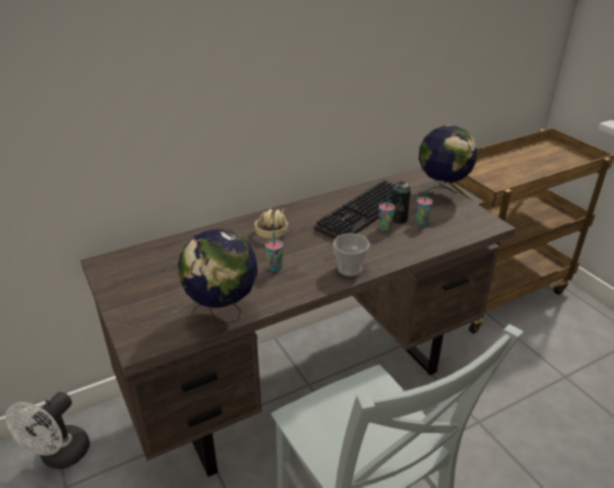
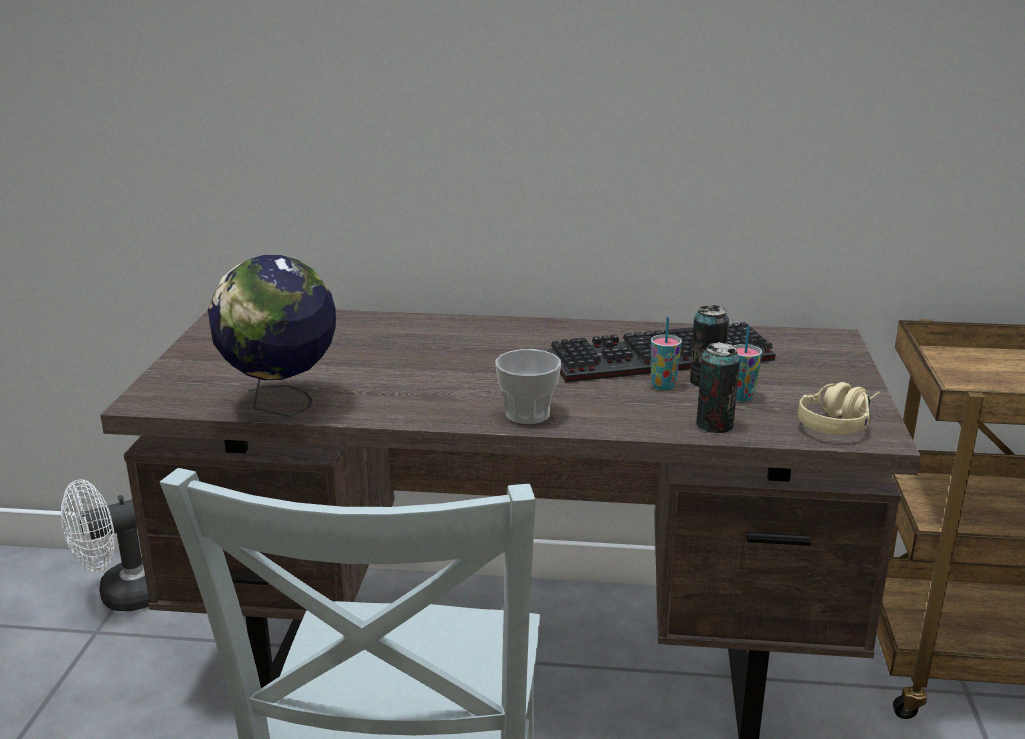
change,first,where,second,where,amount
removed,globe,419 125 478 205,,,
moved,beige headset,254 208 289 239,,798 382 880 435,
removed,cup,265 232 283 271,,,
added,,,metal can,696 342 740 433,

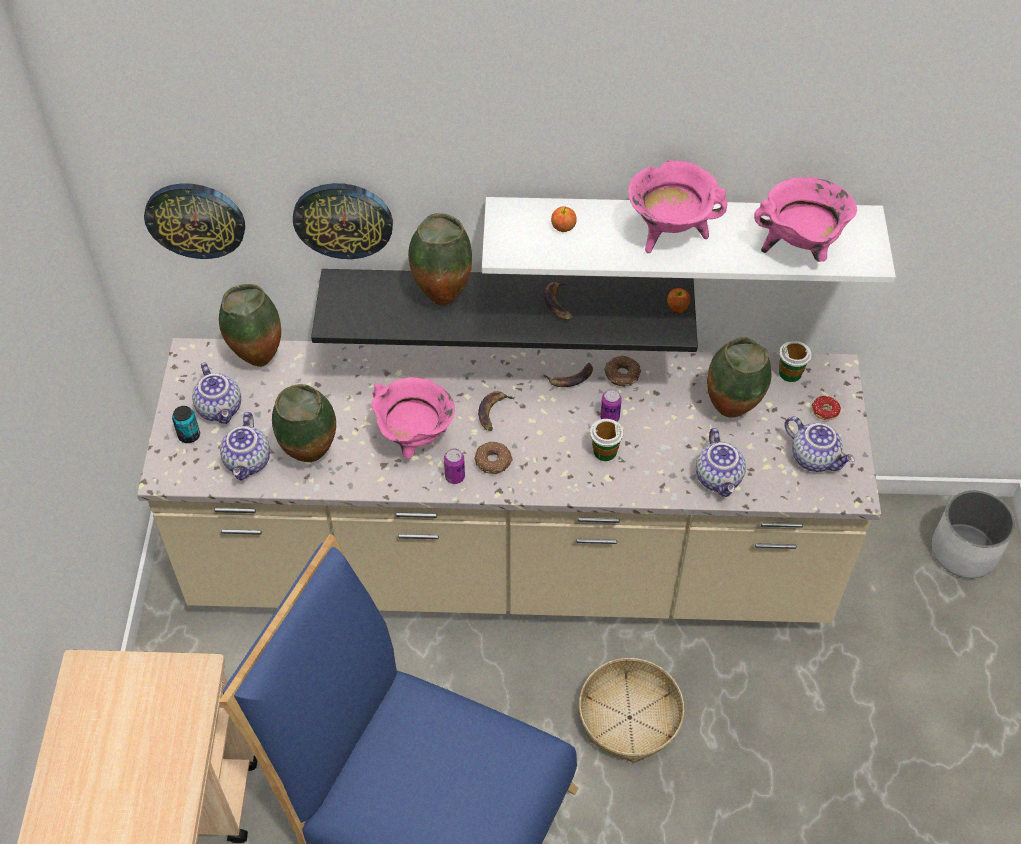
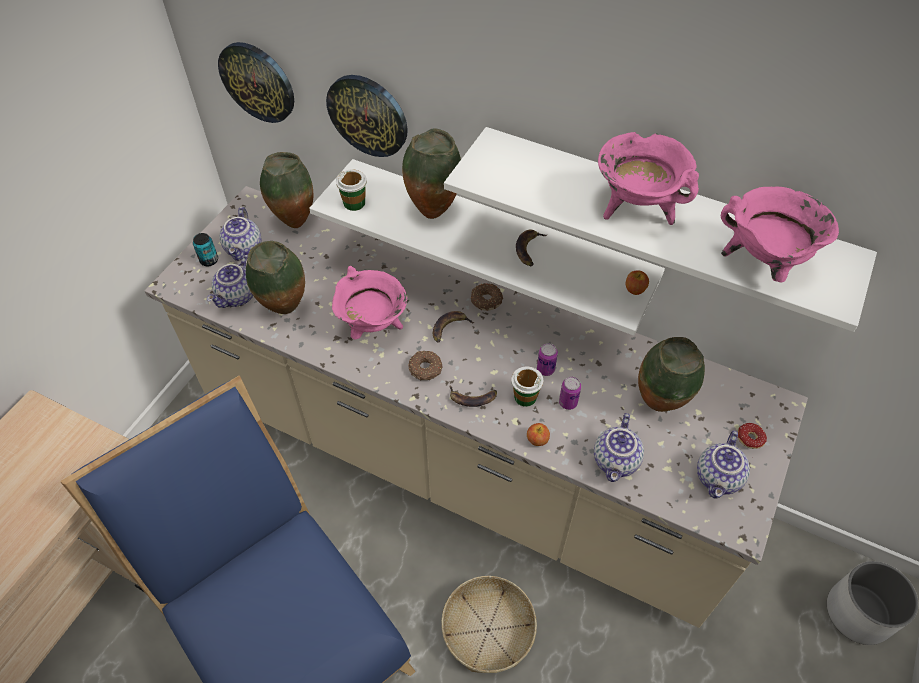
change,first,where,second,where,amount
moved,apple,551 206 577 232,,527 423 550 446,
recoloured,blackish shelf,311 269 698 352,whitish shelf,309 159 665 336,
moved,cup,779 341 812 382,,336 169 367 211,
moved,doughnut,604 356 641 387,,471 283 503 311,
moved,banana,543 363 593 387,,450 385 497 407,
turned,tea pot,784 416 855 472,,697 430 750 499,45 degrees clockwise
moved,metal can,444 448 465 484,,559 377 581 410,

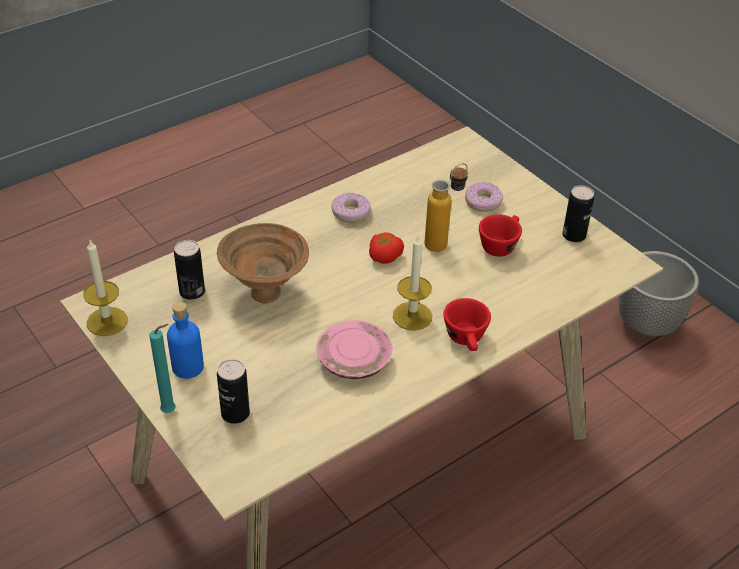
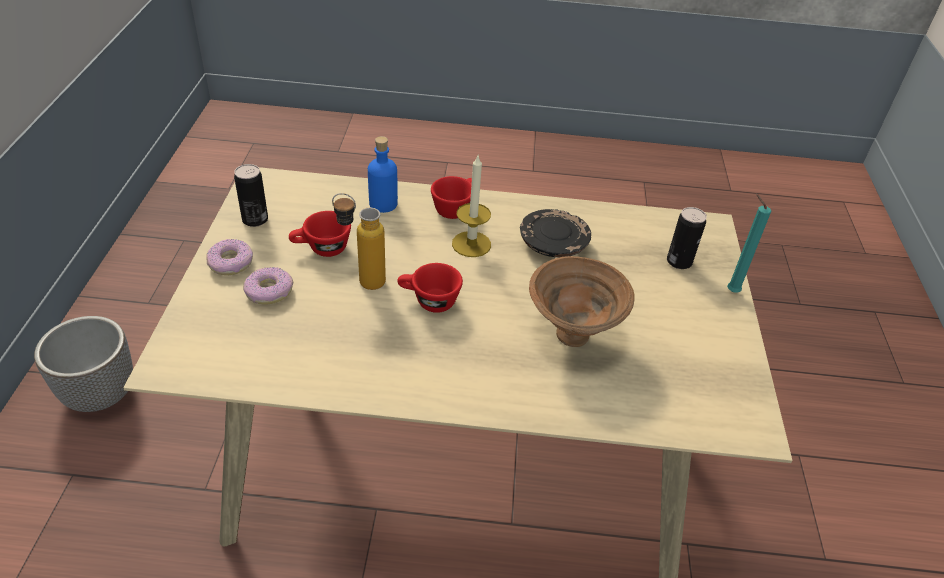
change,first,where,second,where,amount
moved,doughnut,331 193 371 223,,206 239 253 275,
replaced,fresh tomato,369 233 404 264,reddish cup,397 263 463 313,
removed,wax candle,83 240 127 336,,,
removed,metal can,174 240 205 300,,,
moved,blue-coloured drink bottle,167 302 204 379,,368 136 398 213,
recoloured,pink dinner plate,316 320 392 379,blackish dinner plate,520 209 591 257,

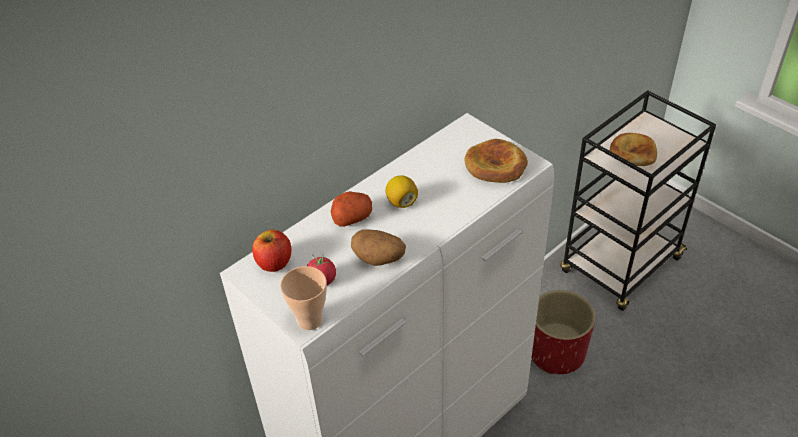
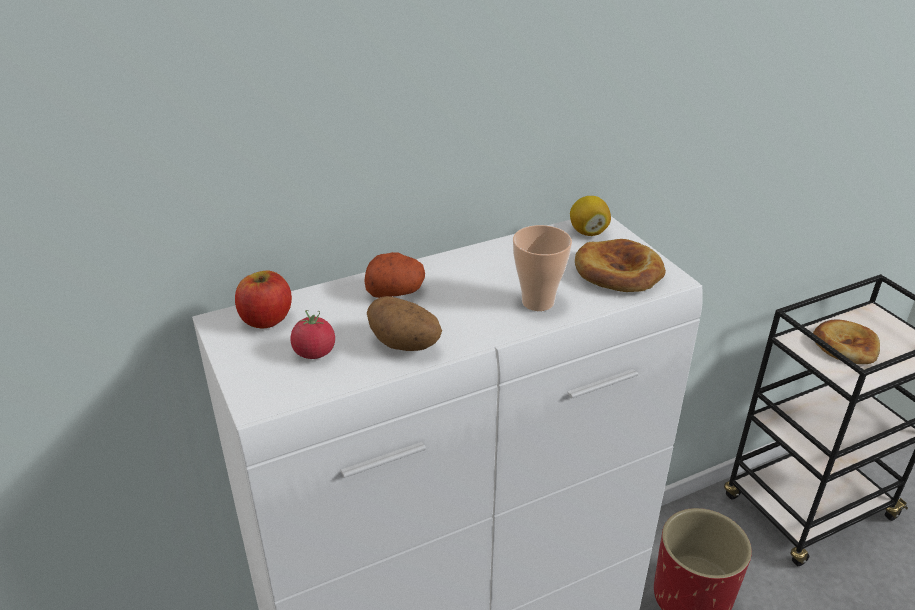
change,first,where,second,where,amount
moved,citrus fruit,385 175 418 208,,570 196 611 236,
moved,cup,280 266 327 330,,513 225 572 311,

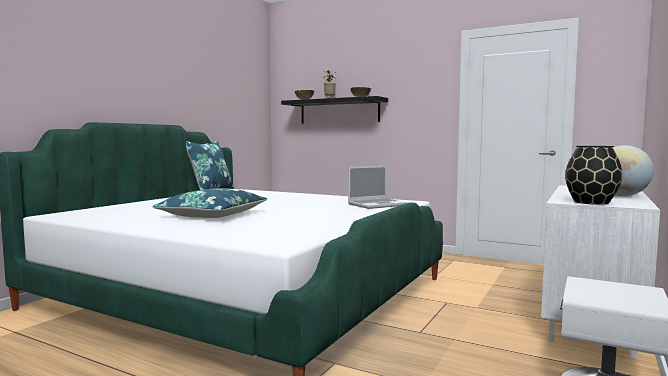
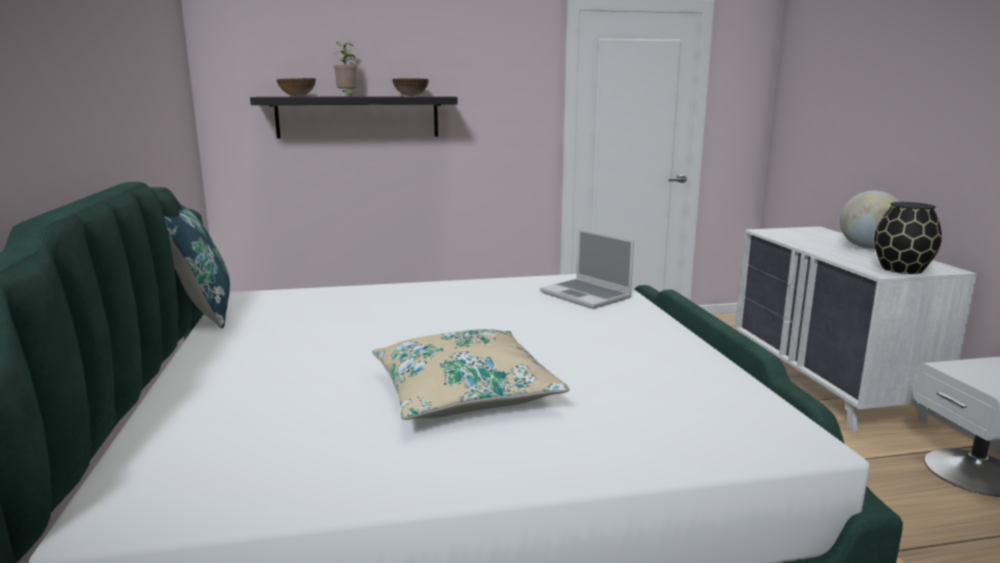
change,first,where,second,where,amount
turned,notebook computer,348 166 407 209,,540 229 634 309,120 degrees clockwise
recoloured,blue-coloured throw pillow,153 188 267 218,beige throw pillow,372 329 569 420,

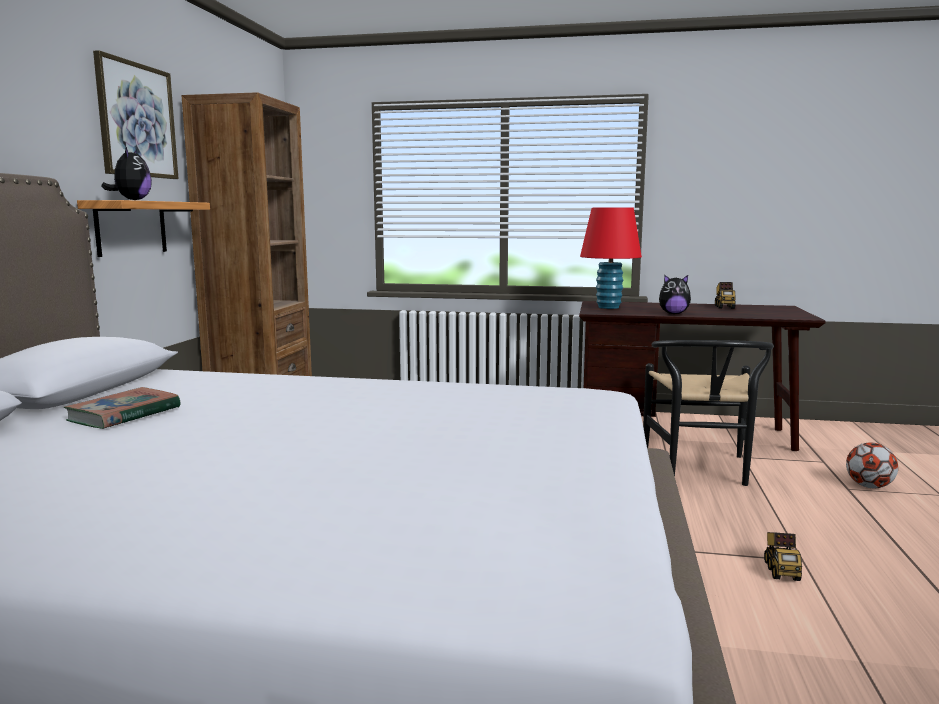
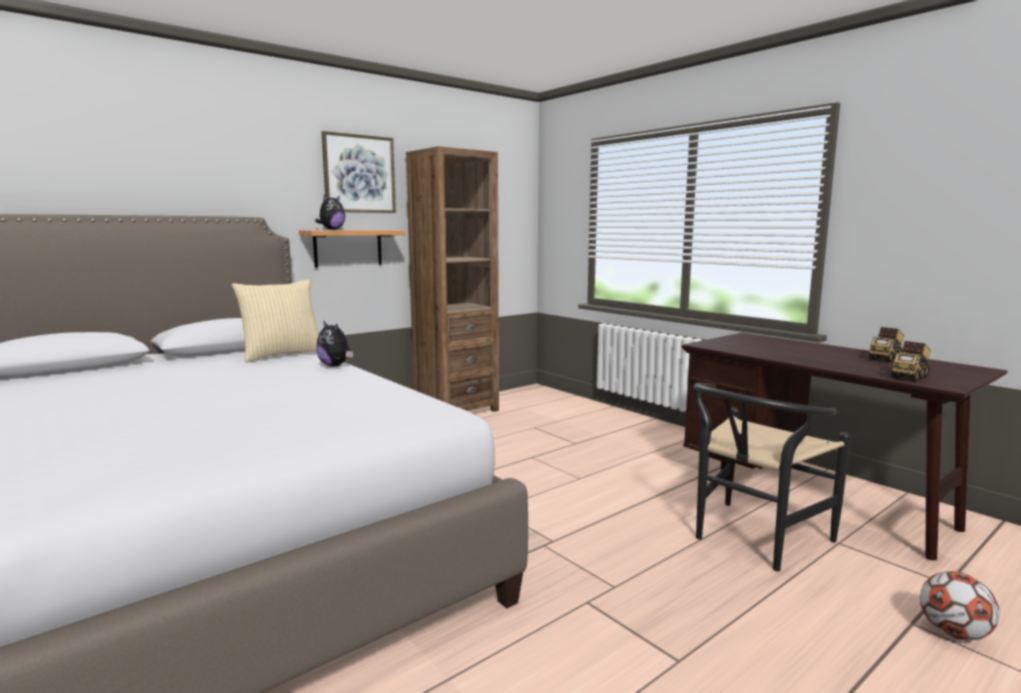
change,first,where,second,where,amount
removed,reddish lamp for a table,580 207 642 309,,,
moved,soft toy,659 275 691 314,,316 321 353 367,
removed,volume,64 387 181 429,,,
moved,model truck,764 532 802 581,,892 341 931 381,
added,,,throw pillow,232 279 319 362,

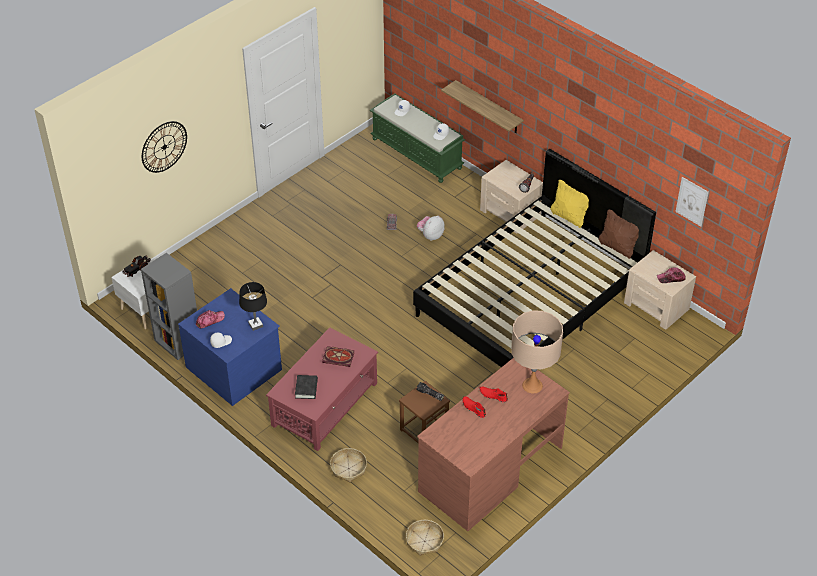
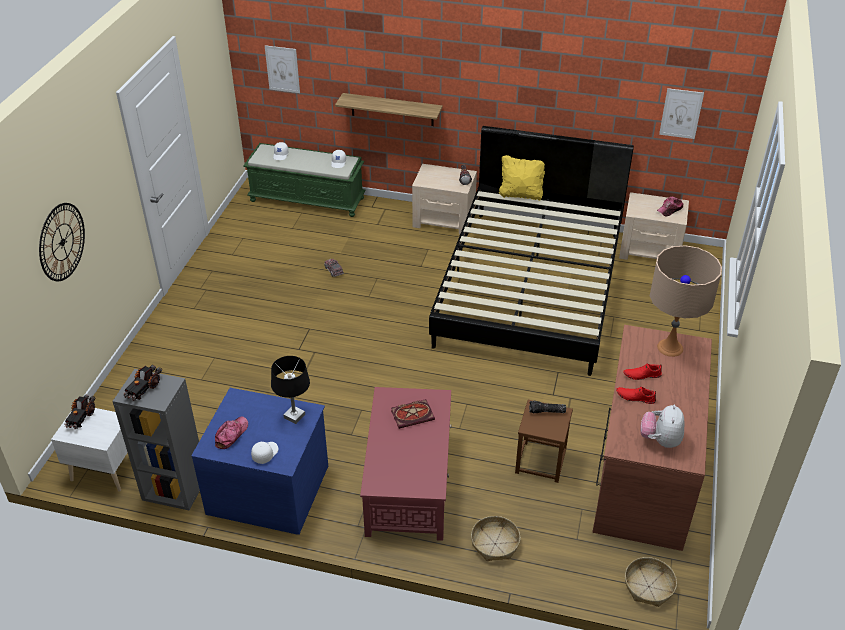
change,first,where,second,where,amount
removed,brown-coloured throw pillow,598 209 639 259,,,
moved,soft toy,417 215 445 241,,640 404 684 448,
removed,blackish volume,295 375 318 399,,,
added,,,wall art,265 45 300 93,
added,,,model truck,123 365 162 401,

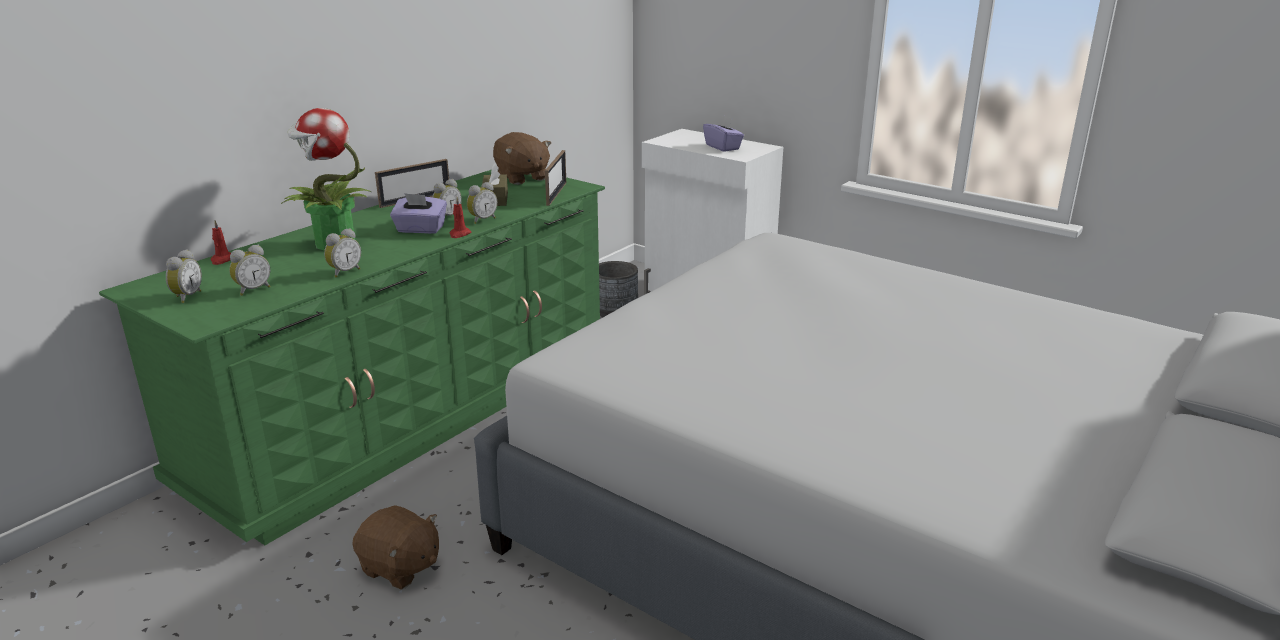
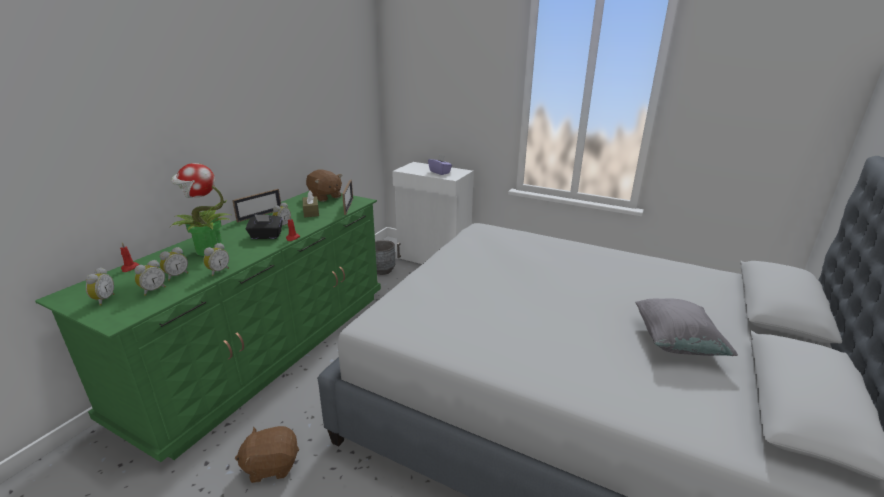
change,first,where,second,where,amount
moved,alarm clock,467 182 497 224,,160 247 188 281,
recoloured,purple tissue box,390 193 447 234,blackish tissue box,246 214 283 239,
turned,brown-coloured soft toy,352 505 439 590,,235 426 299 483,150 degrees clockwise
added,,,greyish throw pillow,635 299 738 356,

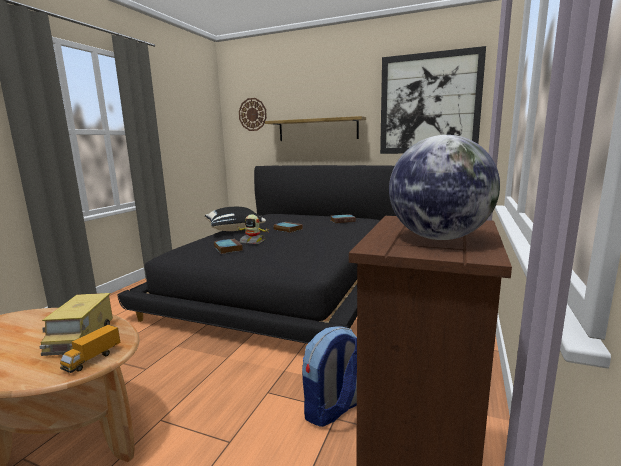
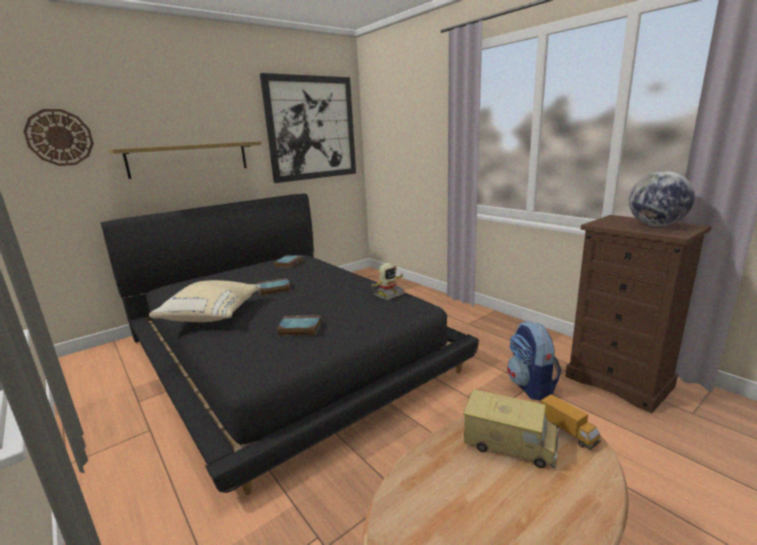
change,first,where,second,where,amount
recoloured,blackish throw pillow,205 207 266 231,beige throw pillow,149 280 261 322,
moved,model robot,238 214 269 244,,372 263 405 300,

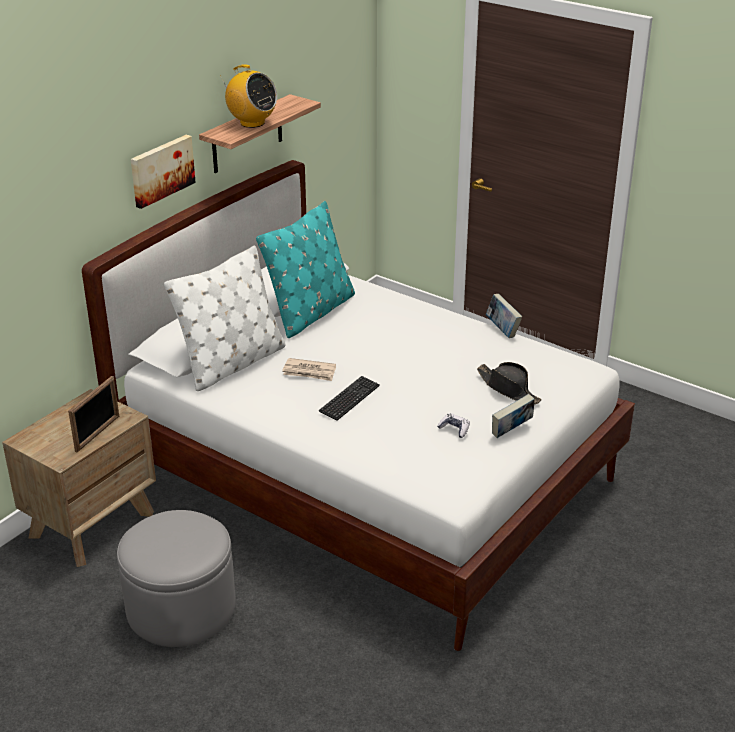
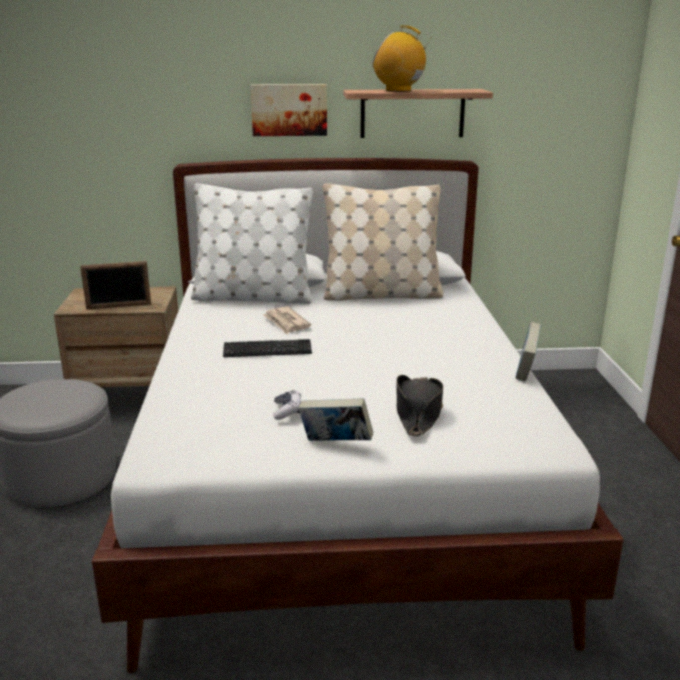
change,first,where,second,where,amount
turned,radio,220 64 277 128,,373 26 432 92,120 degrees clockwise
recoloured,blue-green throw pillow,256 201 355 338,beige throw pillow,323 183 443 301,

